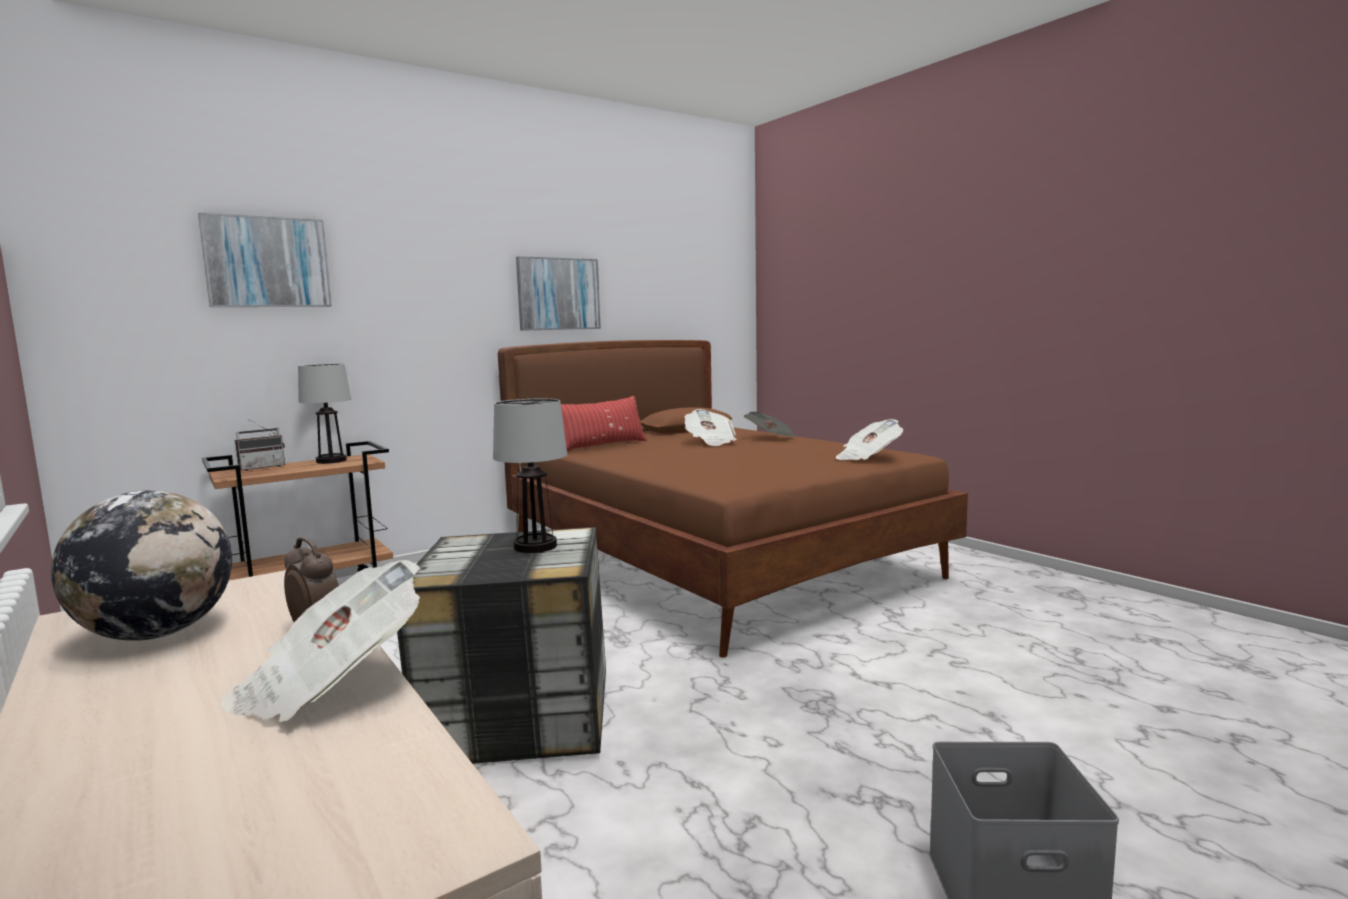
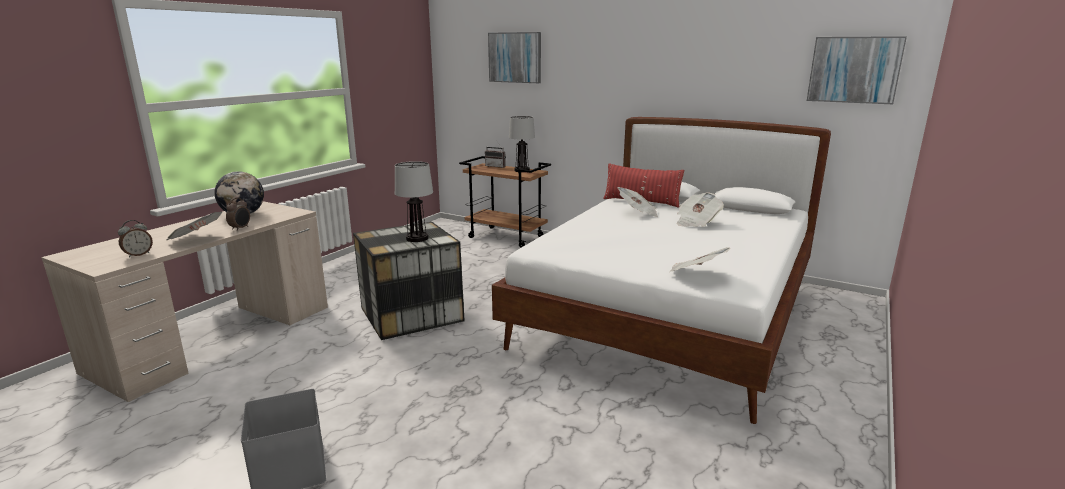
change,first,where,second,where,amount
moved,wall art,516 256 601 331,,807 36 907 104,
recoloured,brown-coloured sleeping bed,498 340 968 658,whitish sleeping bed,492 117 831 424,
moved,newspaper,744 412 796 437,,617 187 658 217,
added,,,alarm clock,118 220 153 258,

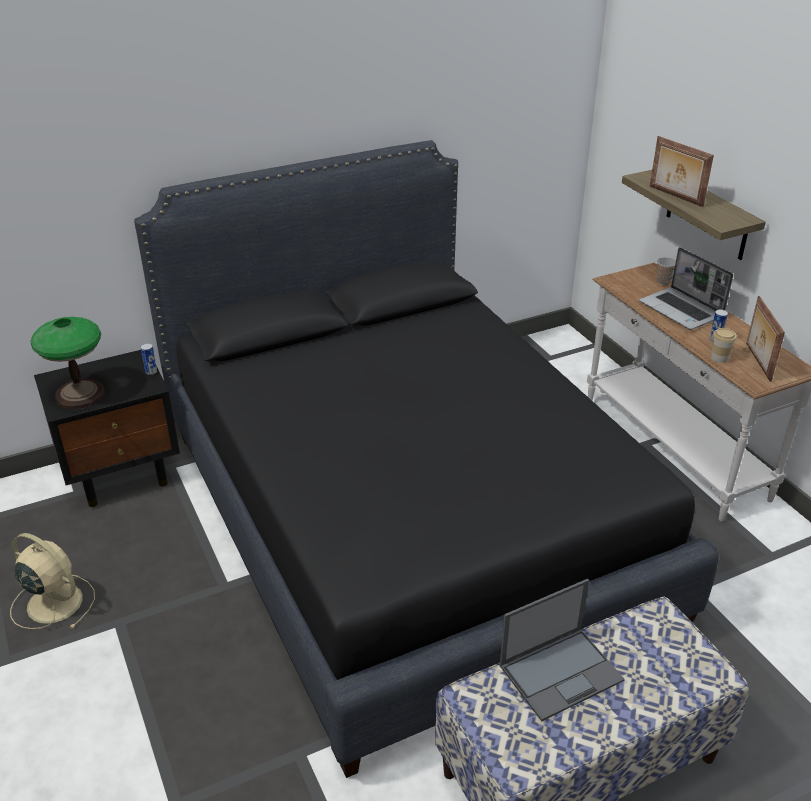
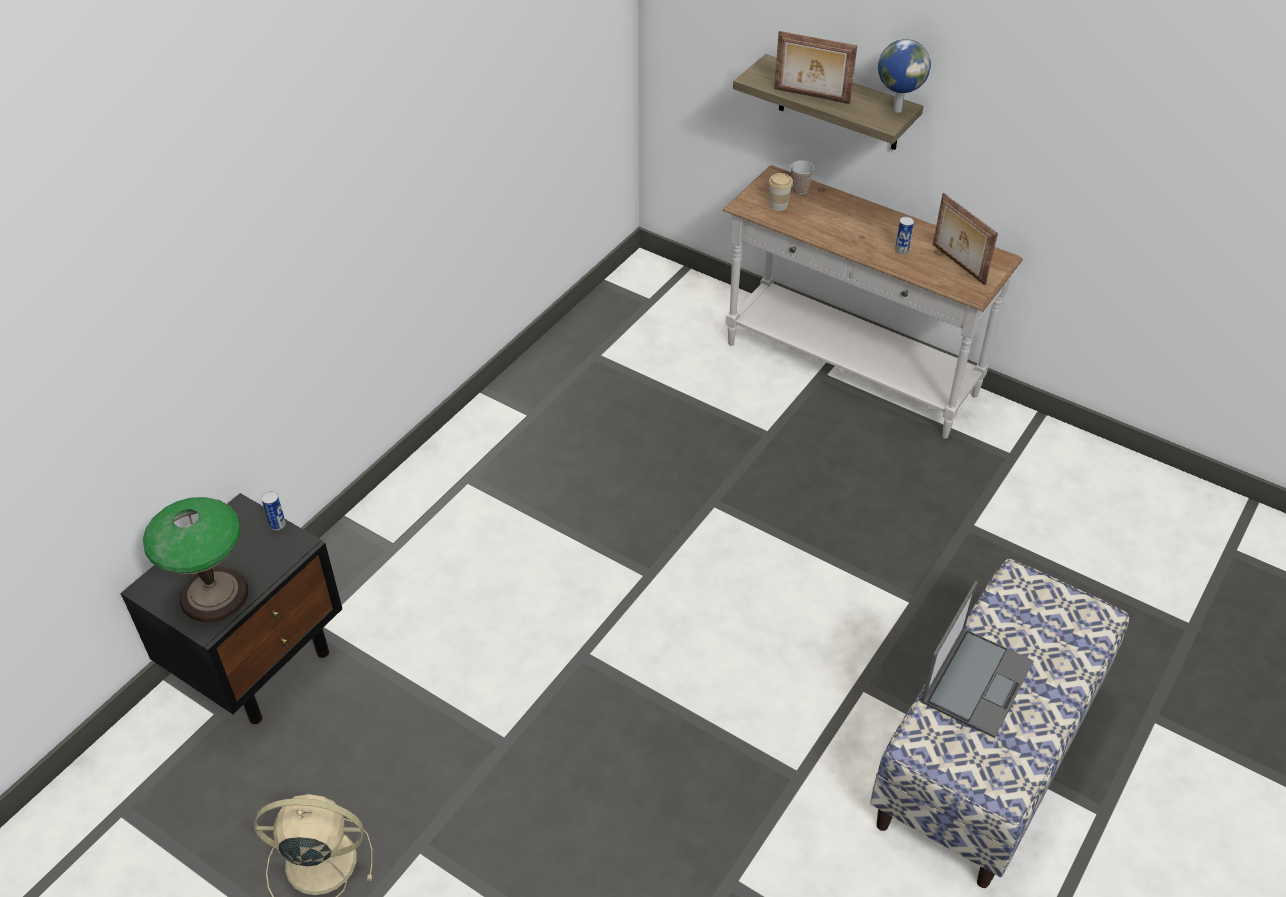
change,first,where,second,where,amount
removed,blackish sleeping bed,134 140 719 778,,,
removed,notebook computer,639 247 733 330,,,
moved,cup,711 328 737 363,,769 173 793 211,
added,,,globe,878 39 931 113,

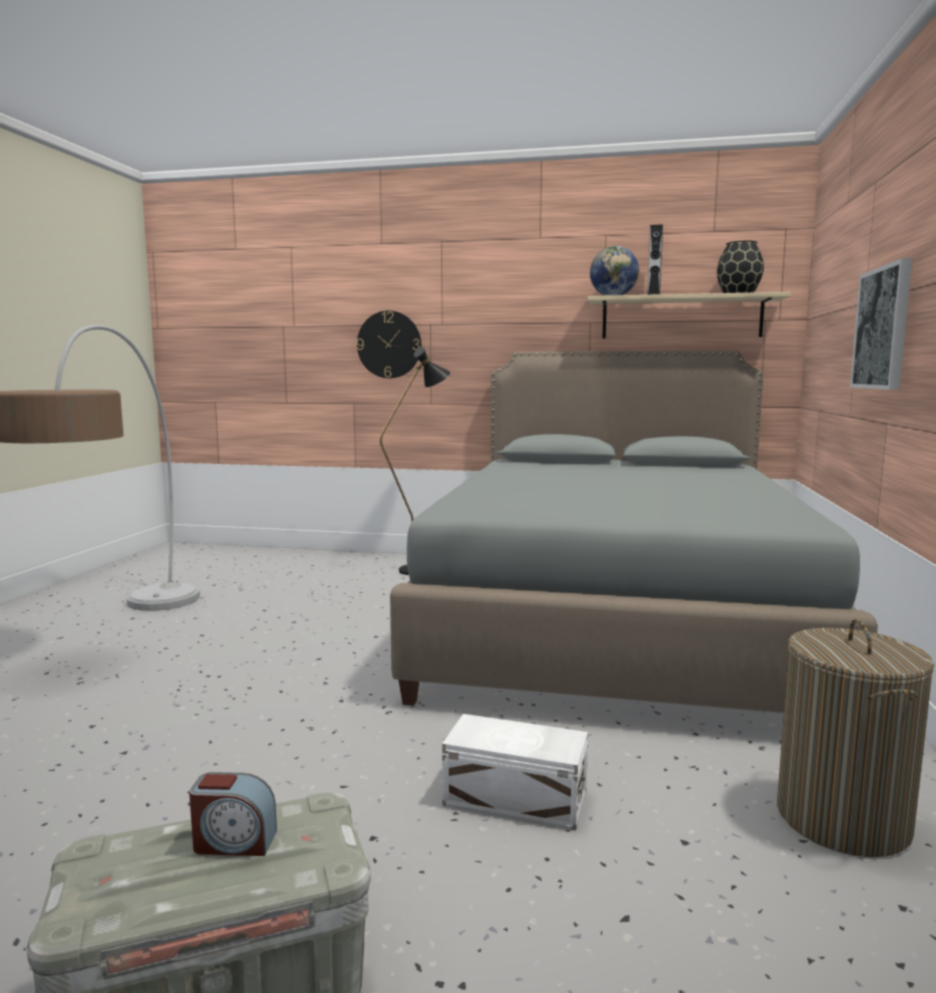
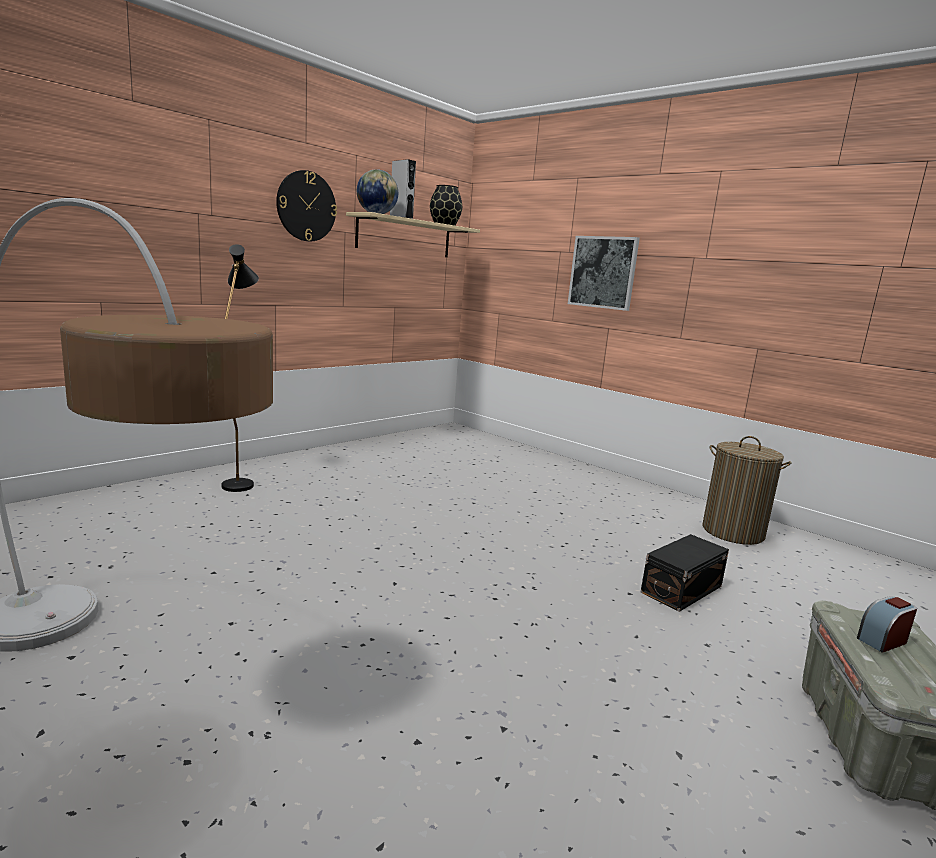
change,first,where,second,where,amount
moved,hanging clock,357 311 421 378,,276 170 337 241,
removed,greyish sleeping bed,390 350 878 713,,,
recoloured,whitish storage bin,442 714 588 831,blackish storage bin,641 534 729 612,
turned,alarm clock,189 772 277 856,,857 596 917 653,150 degrees counterclockwise

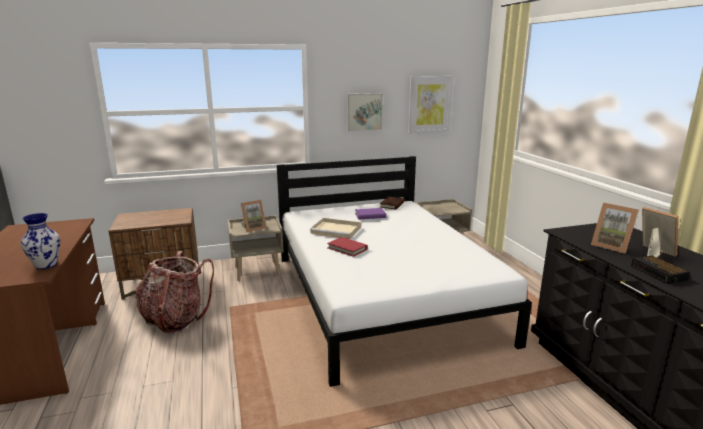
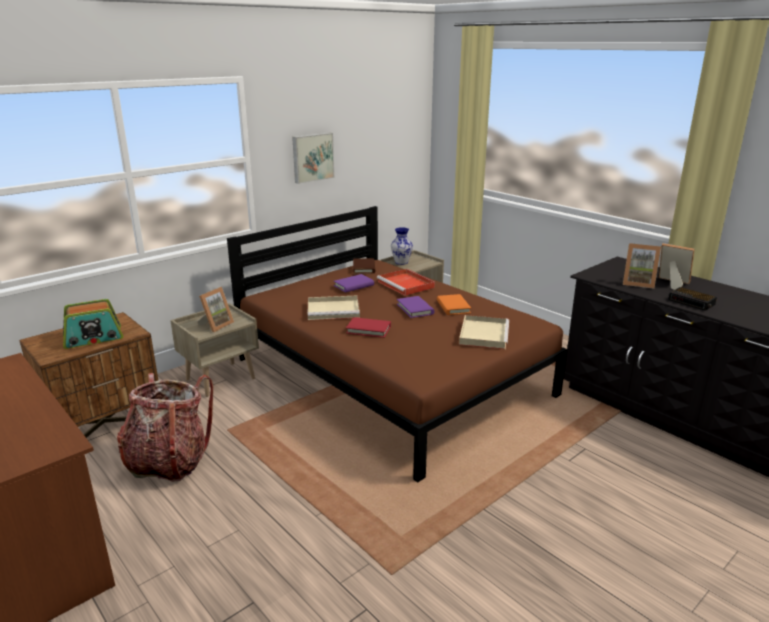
change,first,where,second,where,amount
removed,wall art,408 76 453 134,,,
recoloured,whitish sleeping bed,277 156 532 387,brown-coloured sleeping bed,227 206 567 483,
moved,decorative vase,21 213 60 269,,391 227 413 265,
added,,,reddish carrying tray,377 269 435 296,
added,,,orangey volume,437 294 471 315,
added,,,purple volume,397 296 435 318,
added,,,radio,63 299 123 349,
added,,,beige carrying tray,459 315 509 349,

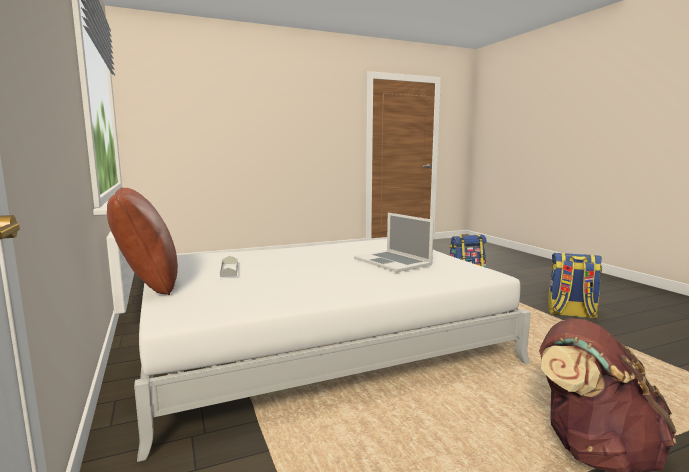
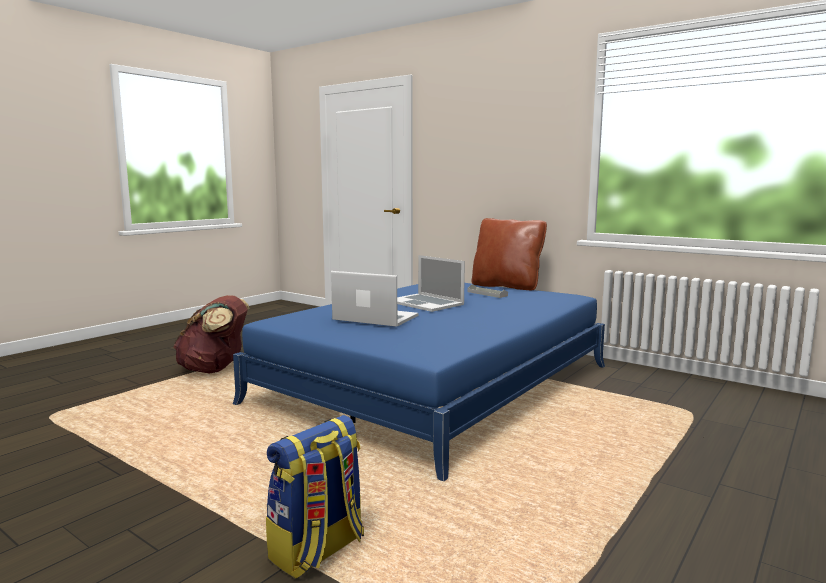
change,first,where,second,where,amount
recoloured,whitish sleeping bed,134 239 531 462,blue-coloured sleeping bed,233 283 605 481,
removed,rucksack,548 253 602 319,,,
added,,,notebook computer,397 255 465 312,

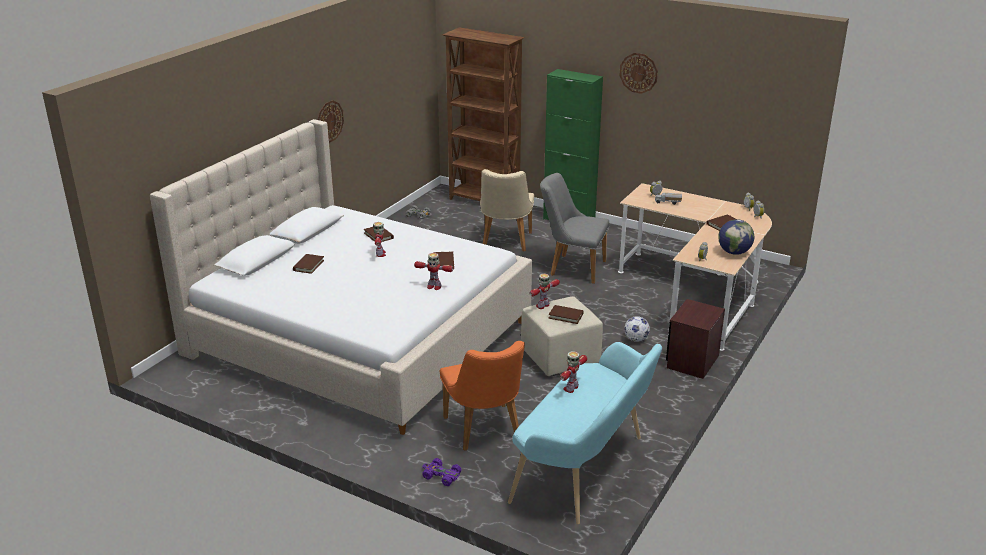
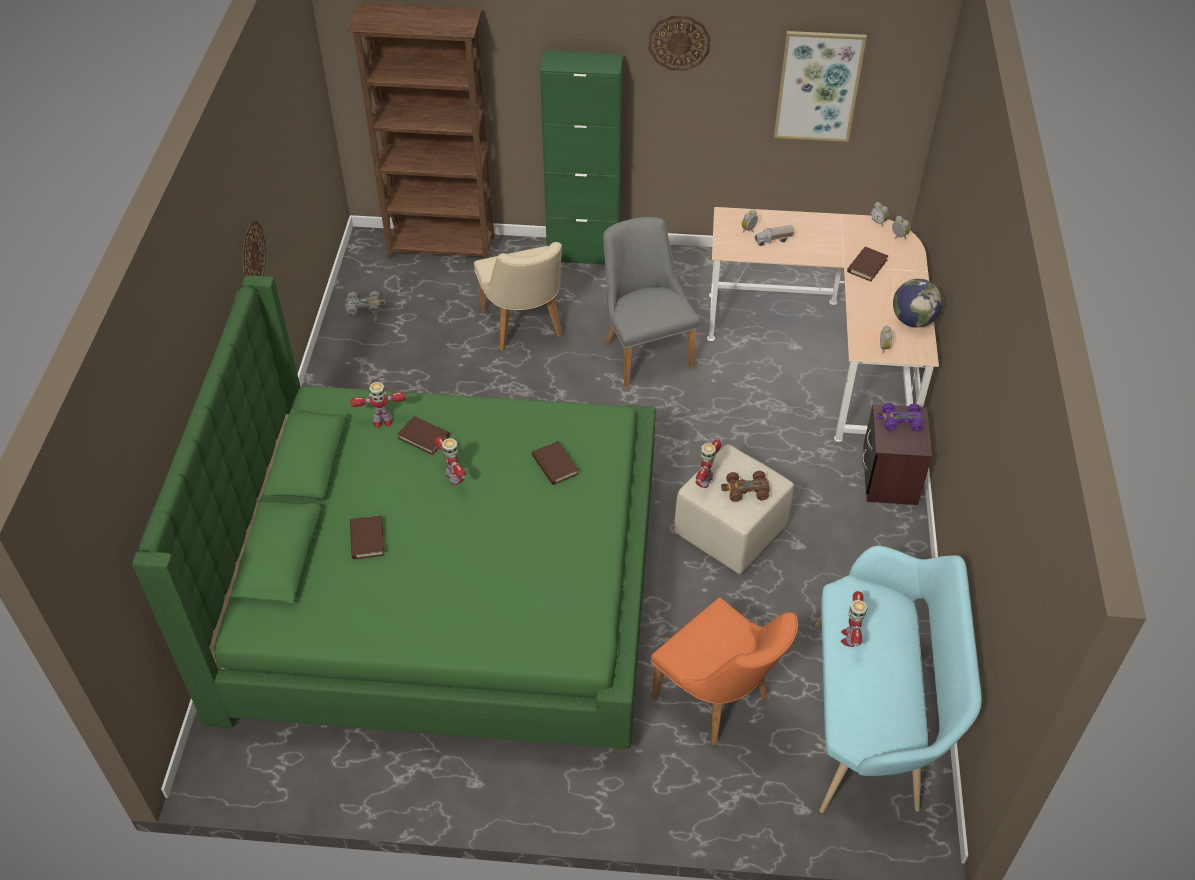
change,first,where,second,where,amount
recoloured,beige sleeping bed,150 119 532 435,green sleeping bed,132 275 656 751,
turned,greyish plain chair,540 173 609 284,,603 217 700 387,75 degrees clockwise
moved,model robot,414 253 453 290,,350 382 407 428,
replaced,brown-coloured volume,549 305 584 324,brown-coloured toy car,721 471 770 502,
removed,football,624 316 650 342,,,
moved,purple toy car,422 458 462 486,,877 403 924 431,
added,,,wall art,774 31 867 142,

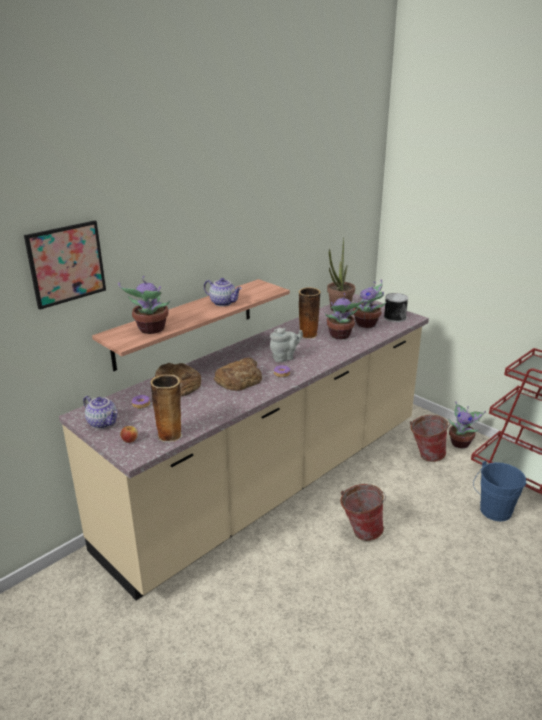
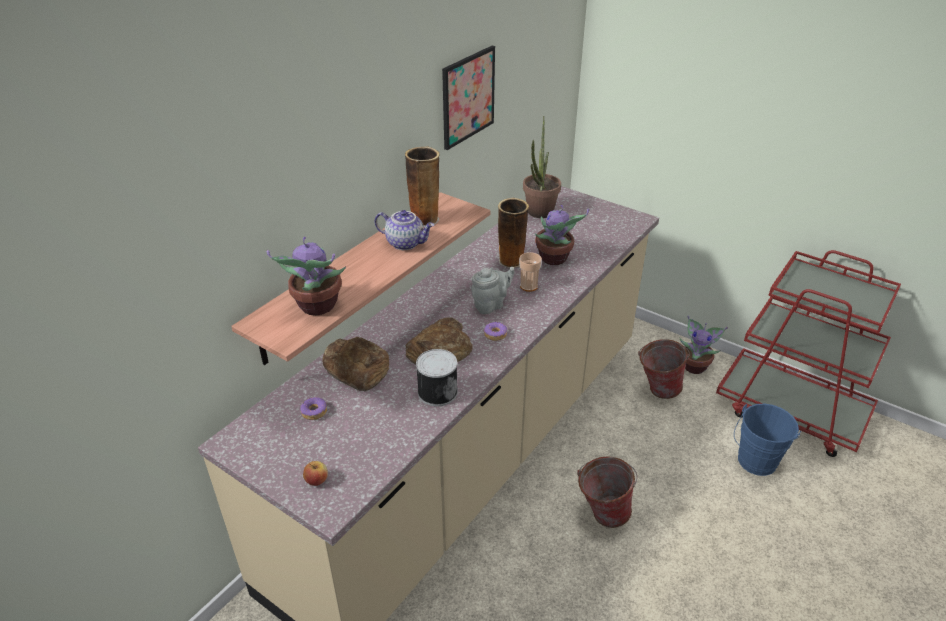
change,first,where,second,where,amount
moved,wall art,24 220 106 310,,442 46 495 150,
removed,potted plant,353 280 386 328,,,
moved,metal can,384 293 408 322,,416 349 458 407,
moved,decorative vase,150 374 183 443,,405 147 440 227,
removed,tea pot,83 396 117 429,,,
added,,,cup,519 252 542 292,

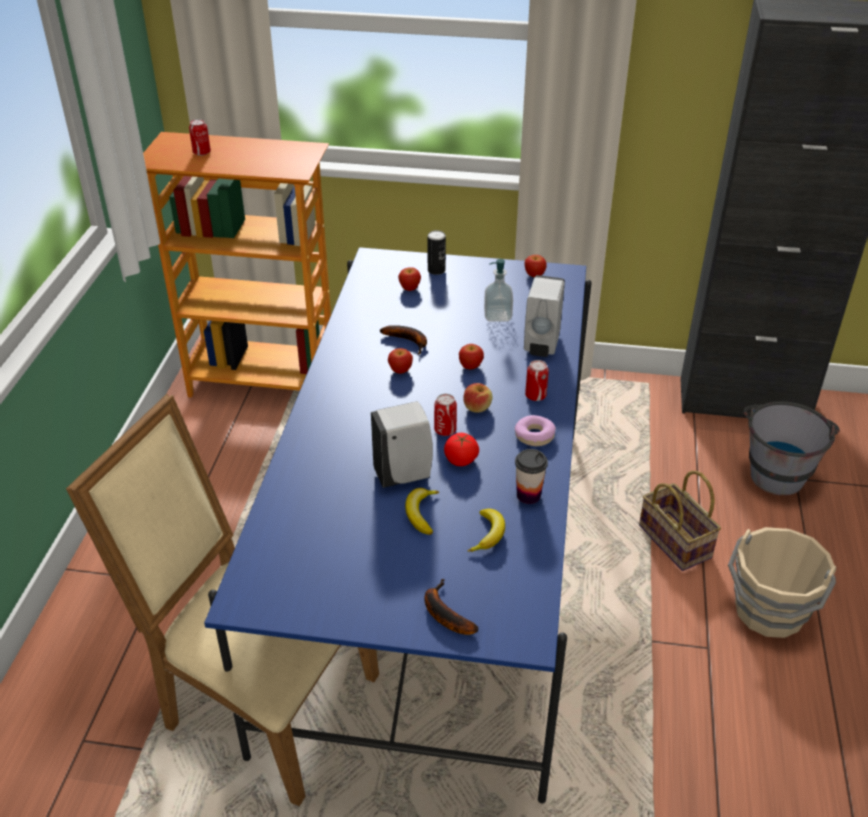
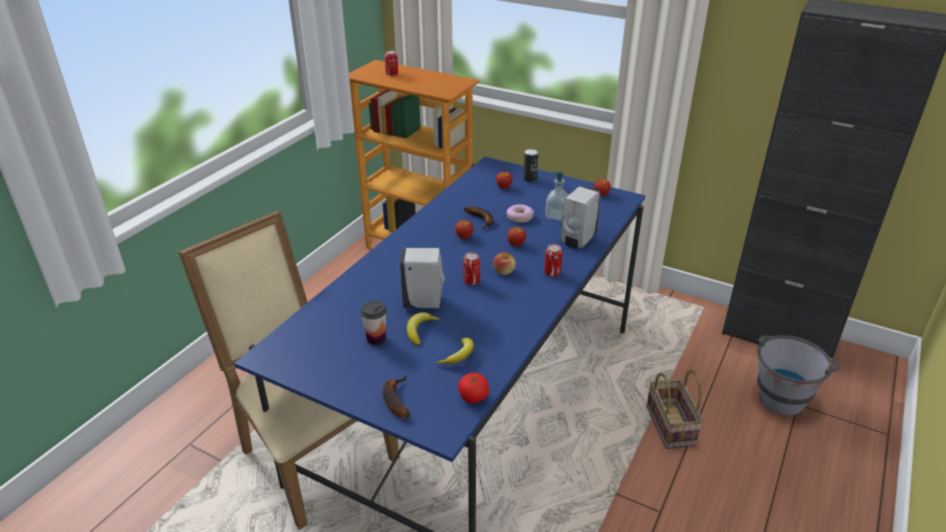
change,first,where,second,where,amount
moved,doughnut,515 415 556 446,,507 204 534 223,
moved,fresh tomato,444 433 479 466,,458 373 489 403,
moved,cup,515 449 548 504,,361 301 387 345,
removed,beige water bucket,728 527 836 638,,,

